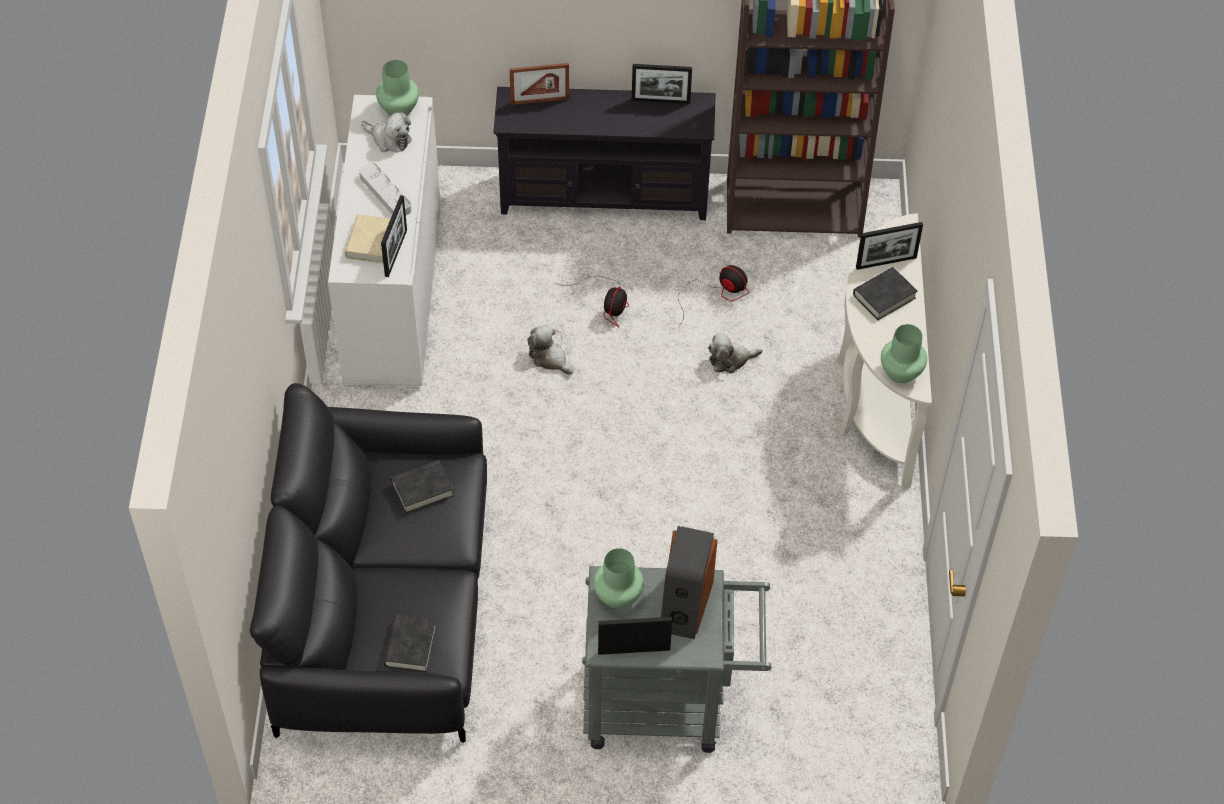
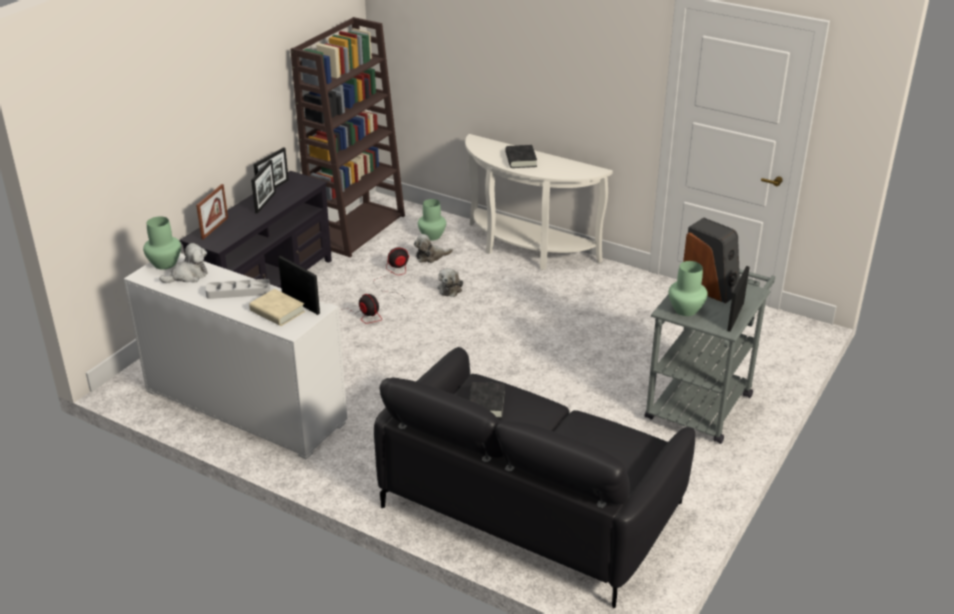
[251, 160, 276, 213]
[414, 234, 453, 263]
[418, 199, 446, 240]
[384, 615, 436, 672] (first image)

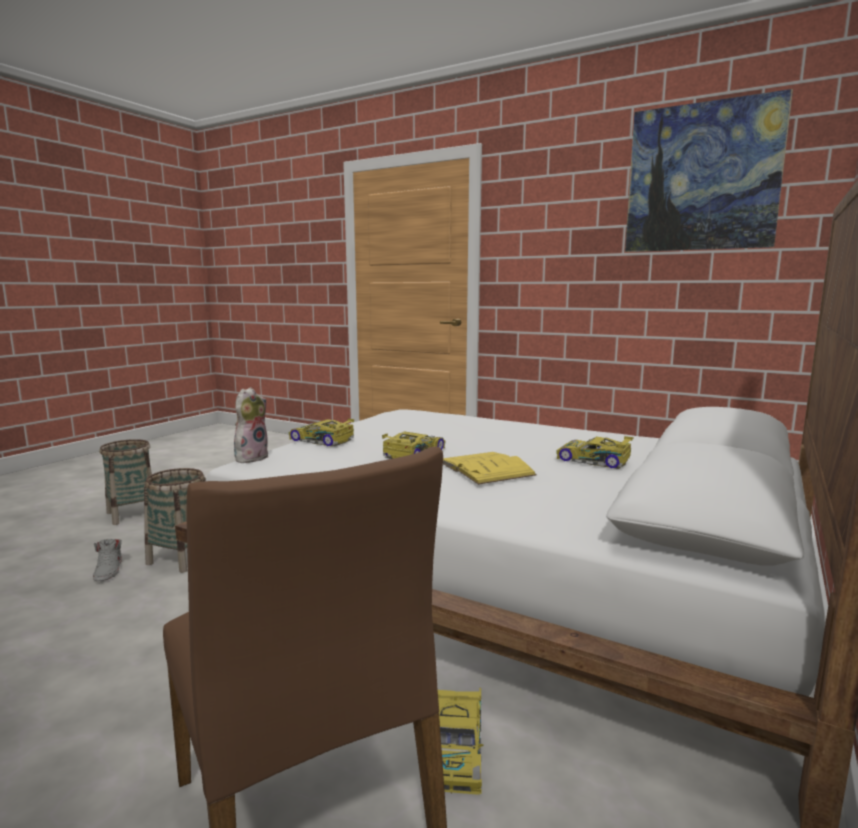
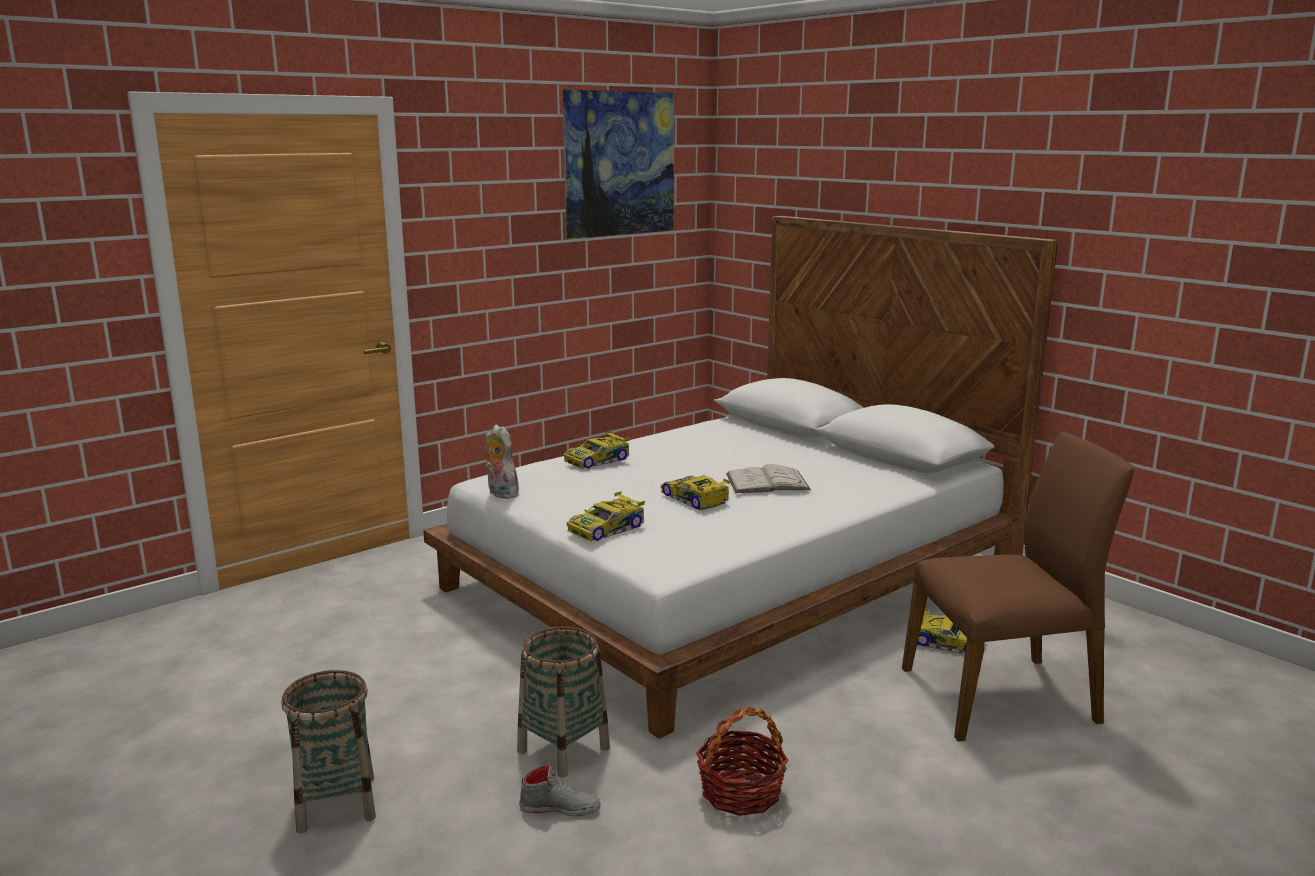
[485, 424, 519, 499]
[563, 431, 630, 469]
[696, 707, 789, 816]
[726, 464, 811, 493]

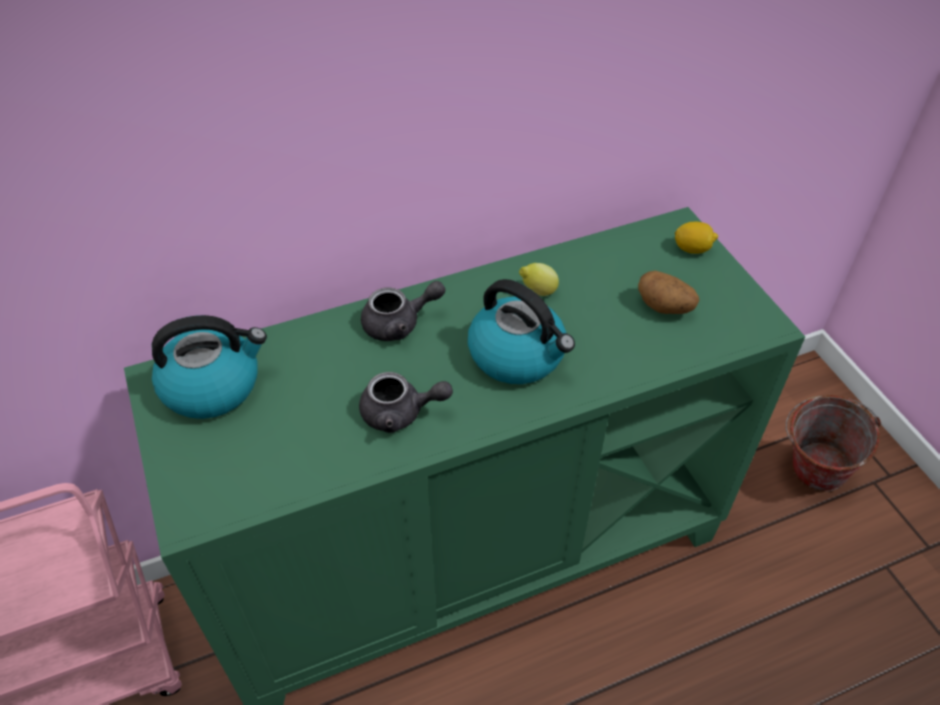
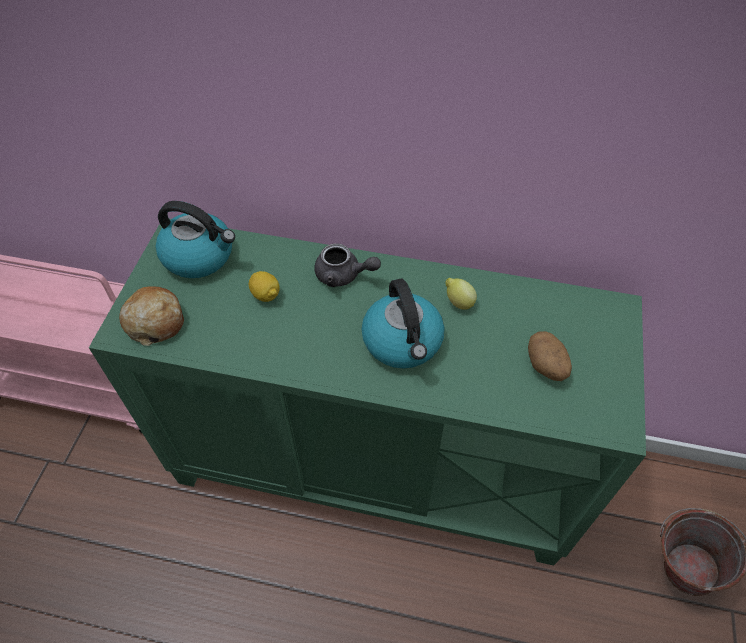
[119, 286, 184, 346]
[249, 271, 280, 302]
[359, 372, 453, 433] (first image)

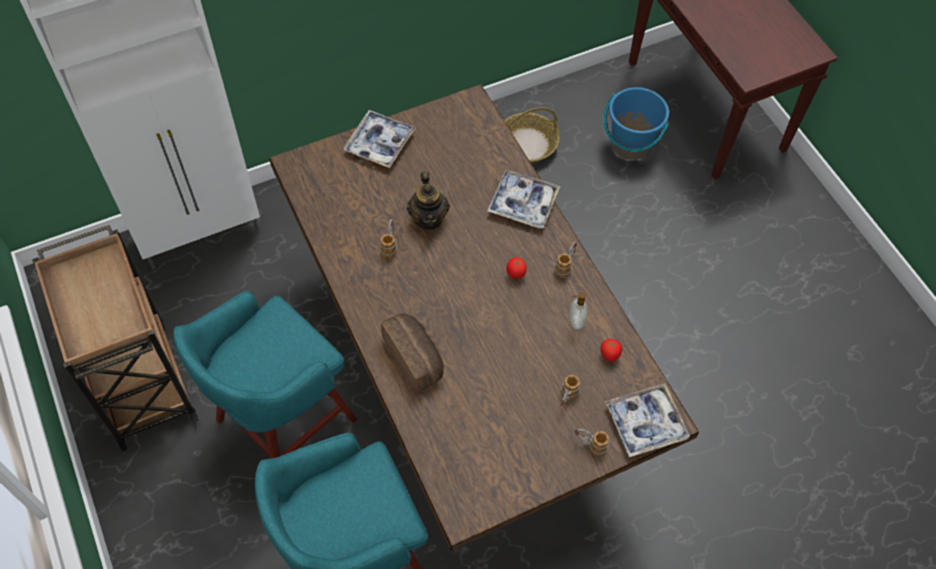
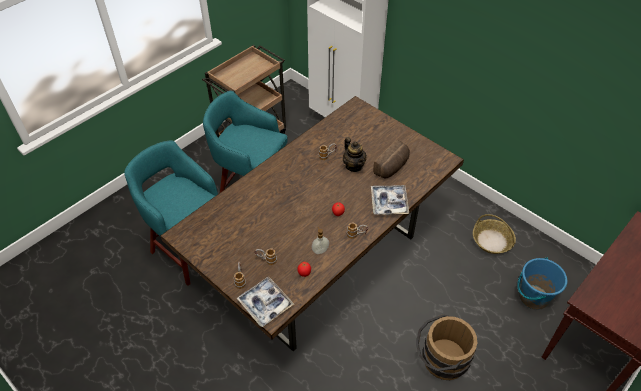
[343, 137, 366, 172]
[373, 140, 410, 178]
[416, 314, 477, 380]
[343, 110, 416, 168] (first image)

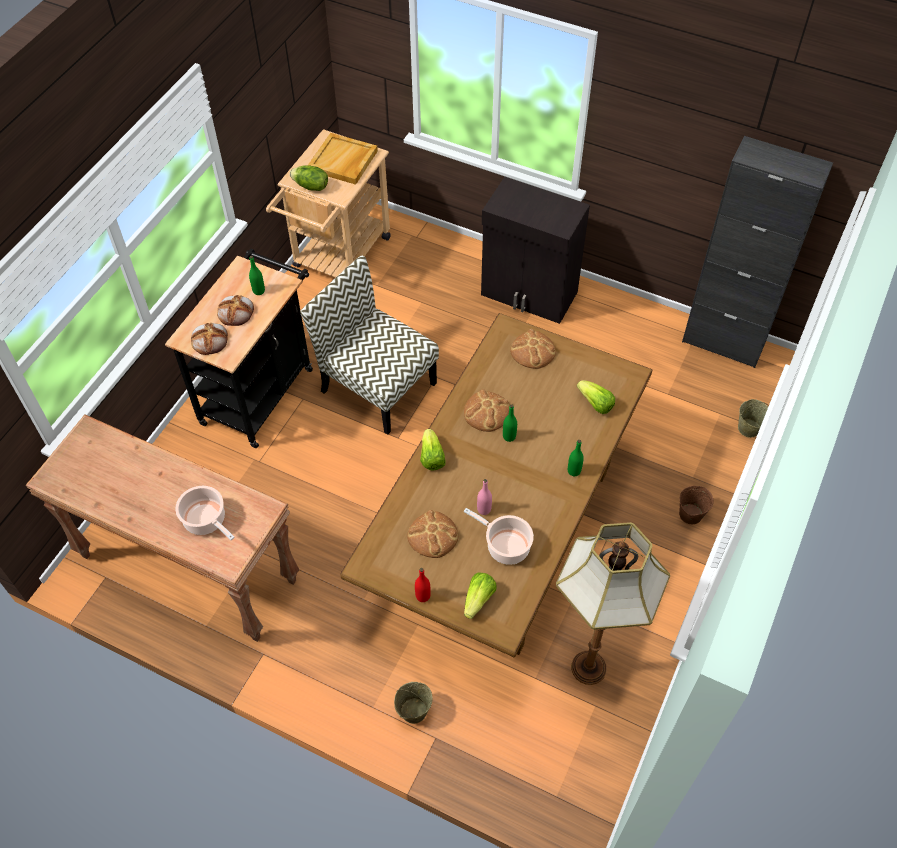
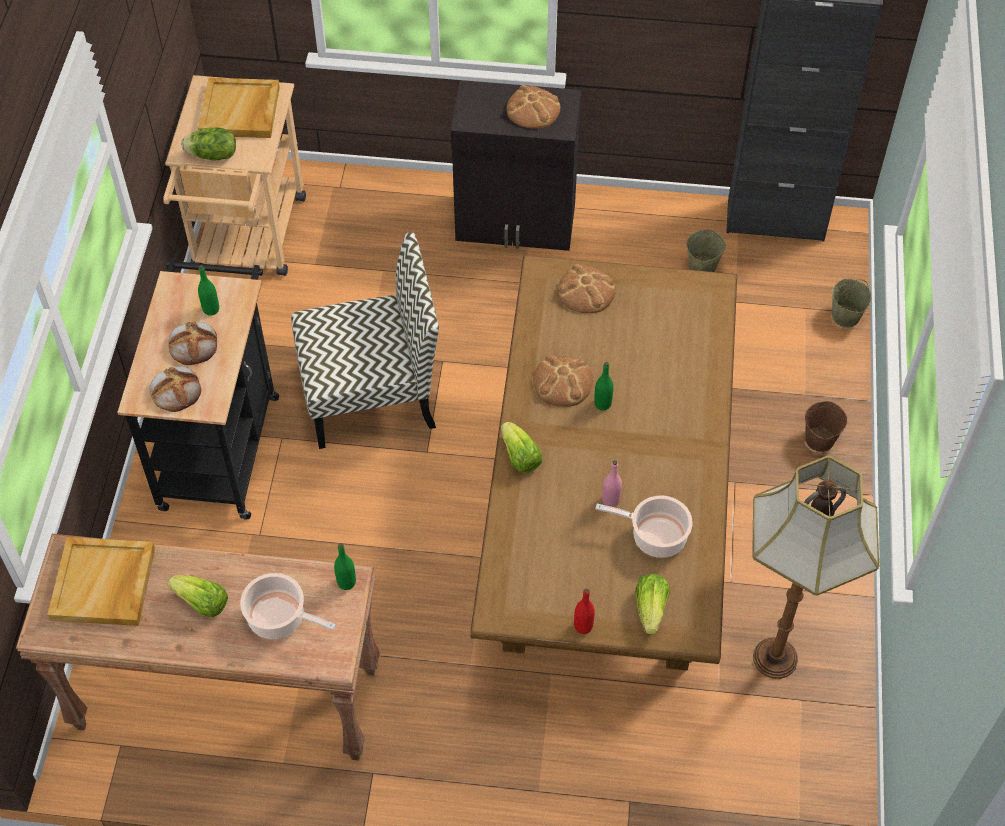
[47, 537, 155, 626]
[167, 575, 228, 617]
[291, 232, 439, 449]
[334, 543, 356, 590]
[507, 85, 560, 128]
[686, 229, 726, 272]

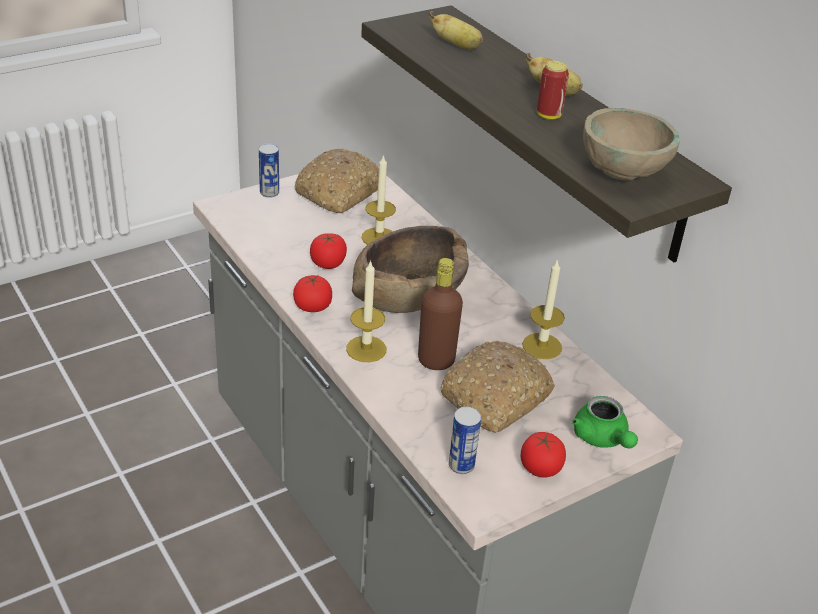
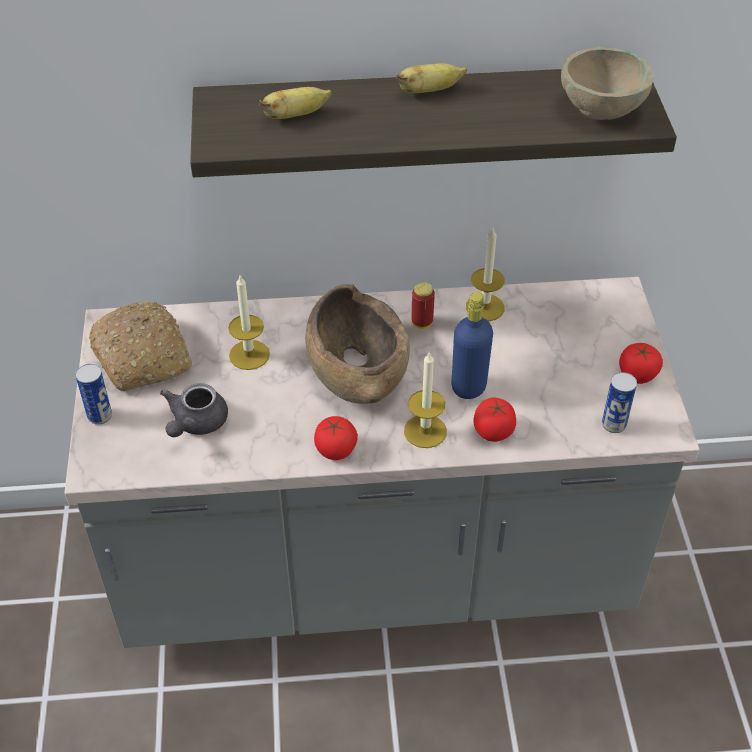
[160, 383, 228, 437]
[411, 282, 435, 329]
[451, 292, 493, 399]
[473, 398, 516, 442]
[441, 340, 555, 433] (first image)
[572, 396, 638, 448] (first image)

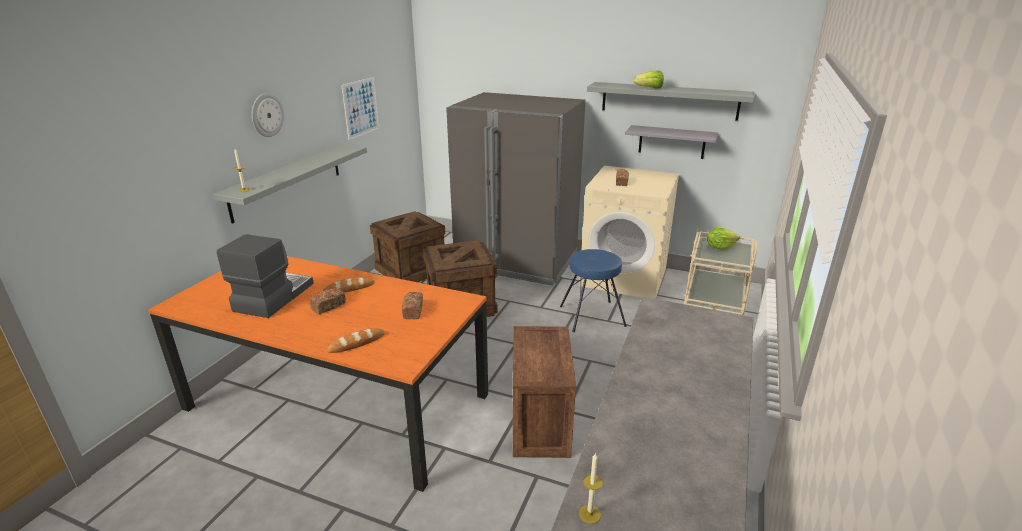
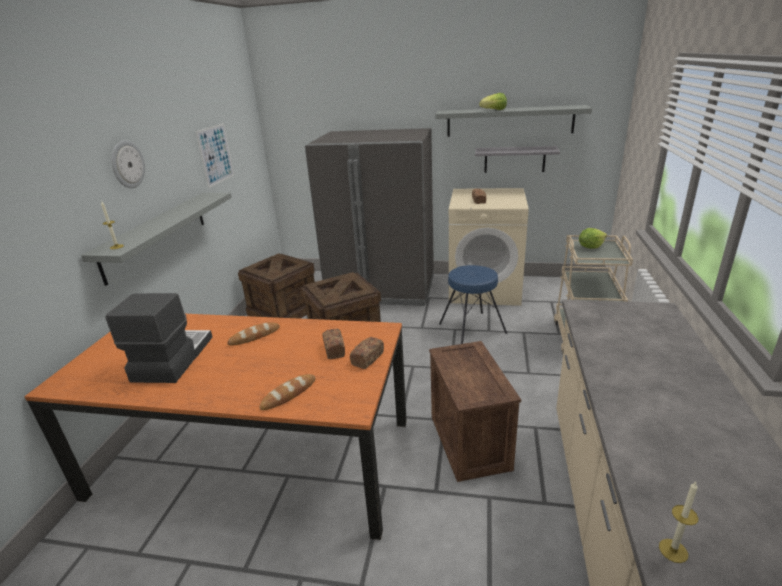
[350, 337, 384, 369]

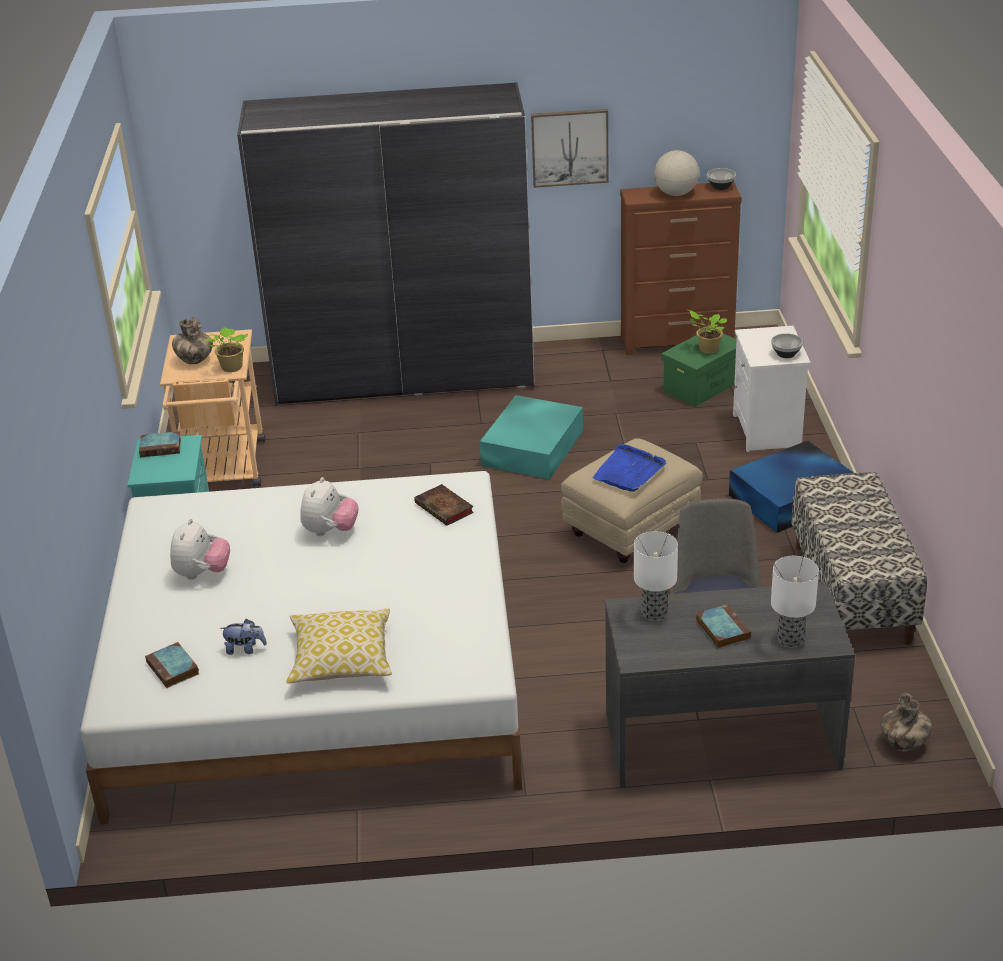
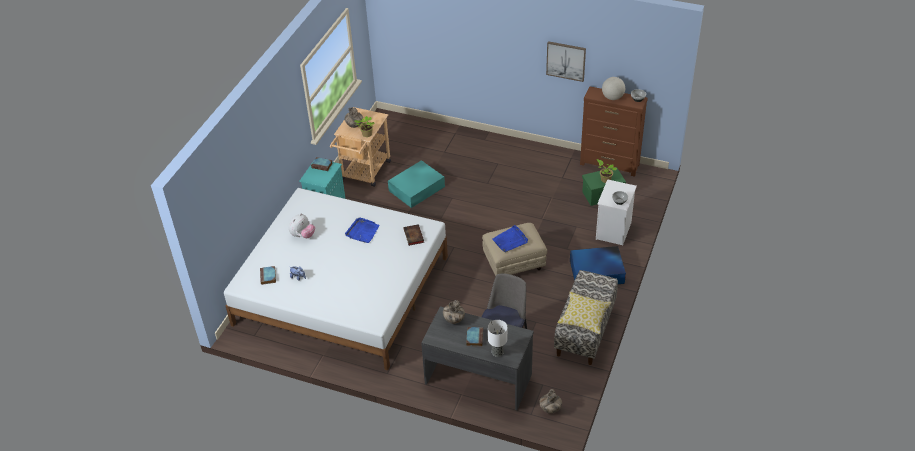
[345, 217, 379, 243]
[388, 160, 445, 208]
[443, 300, 465, 324]
[557, 292, 611, 334]
[237, 82, 535, 405] (first image)

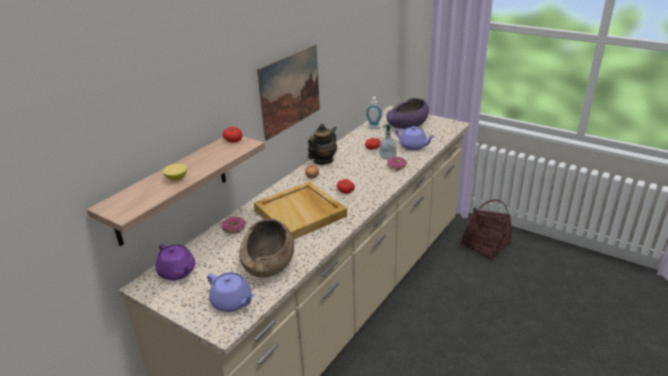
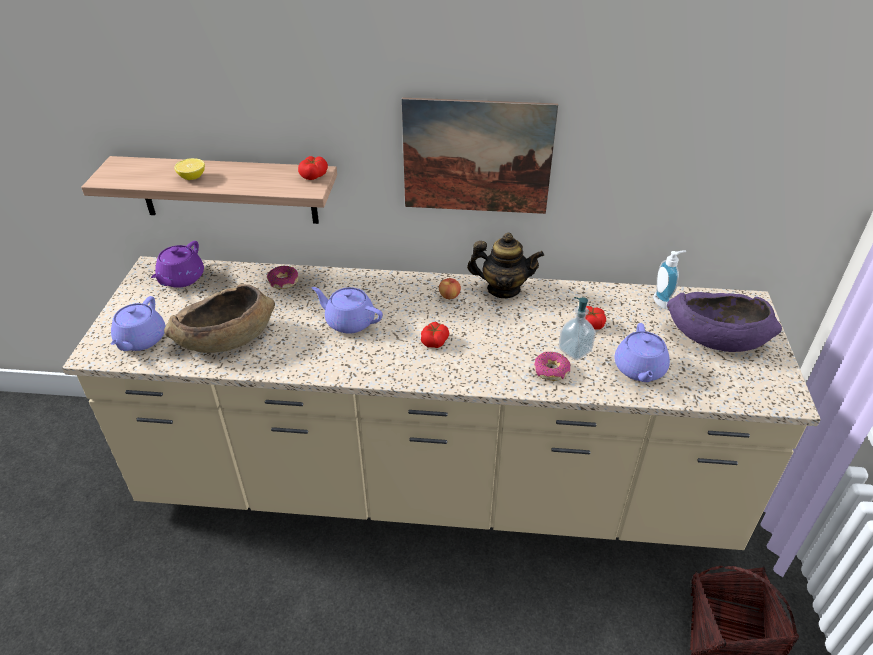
[311, 287, 383, 334]

